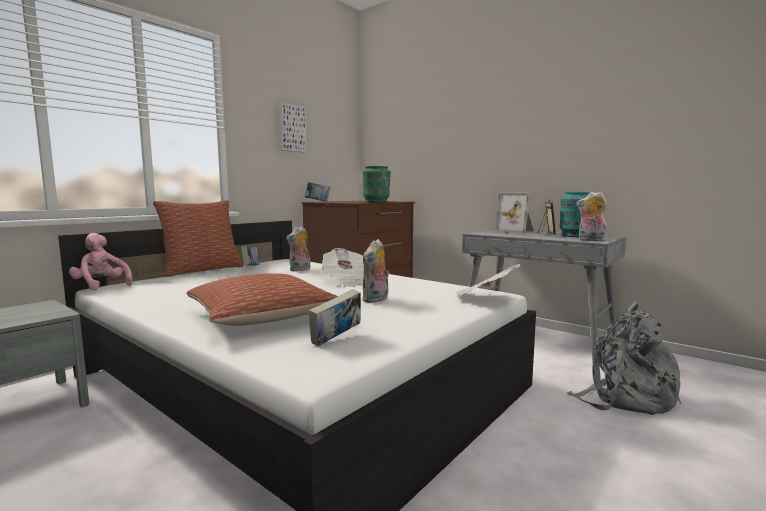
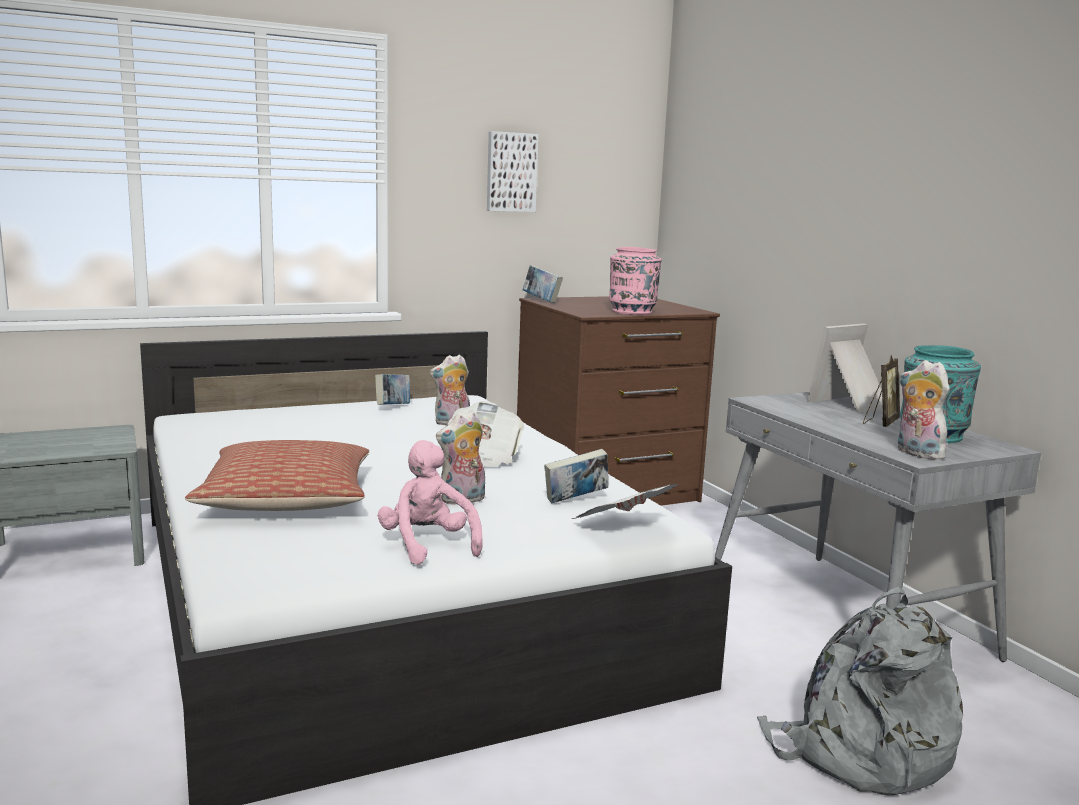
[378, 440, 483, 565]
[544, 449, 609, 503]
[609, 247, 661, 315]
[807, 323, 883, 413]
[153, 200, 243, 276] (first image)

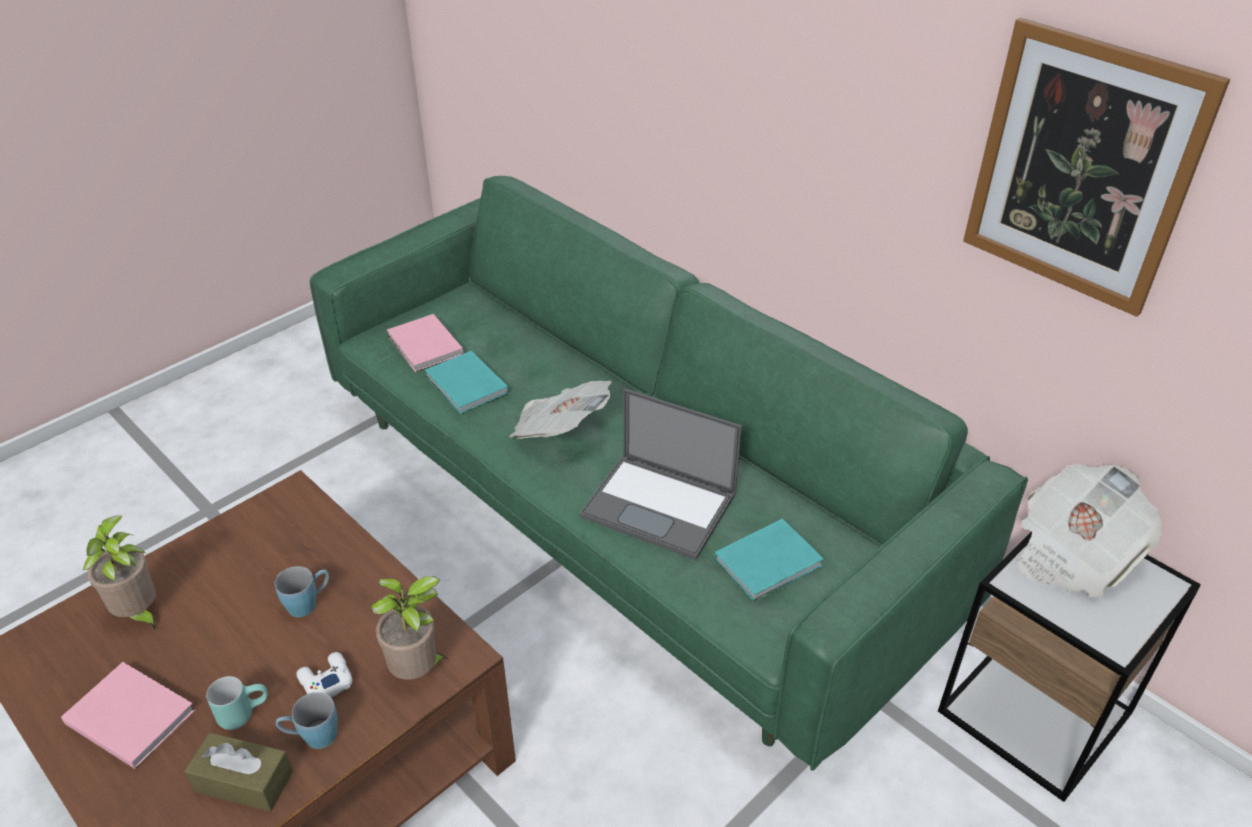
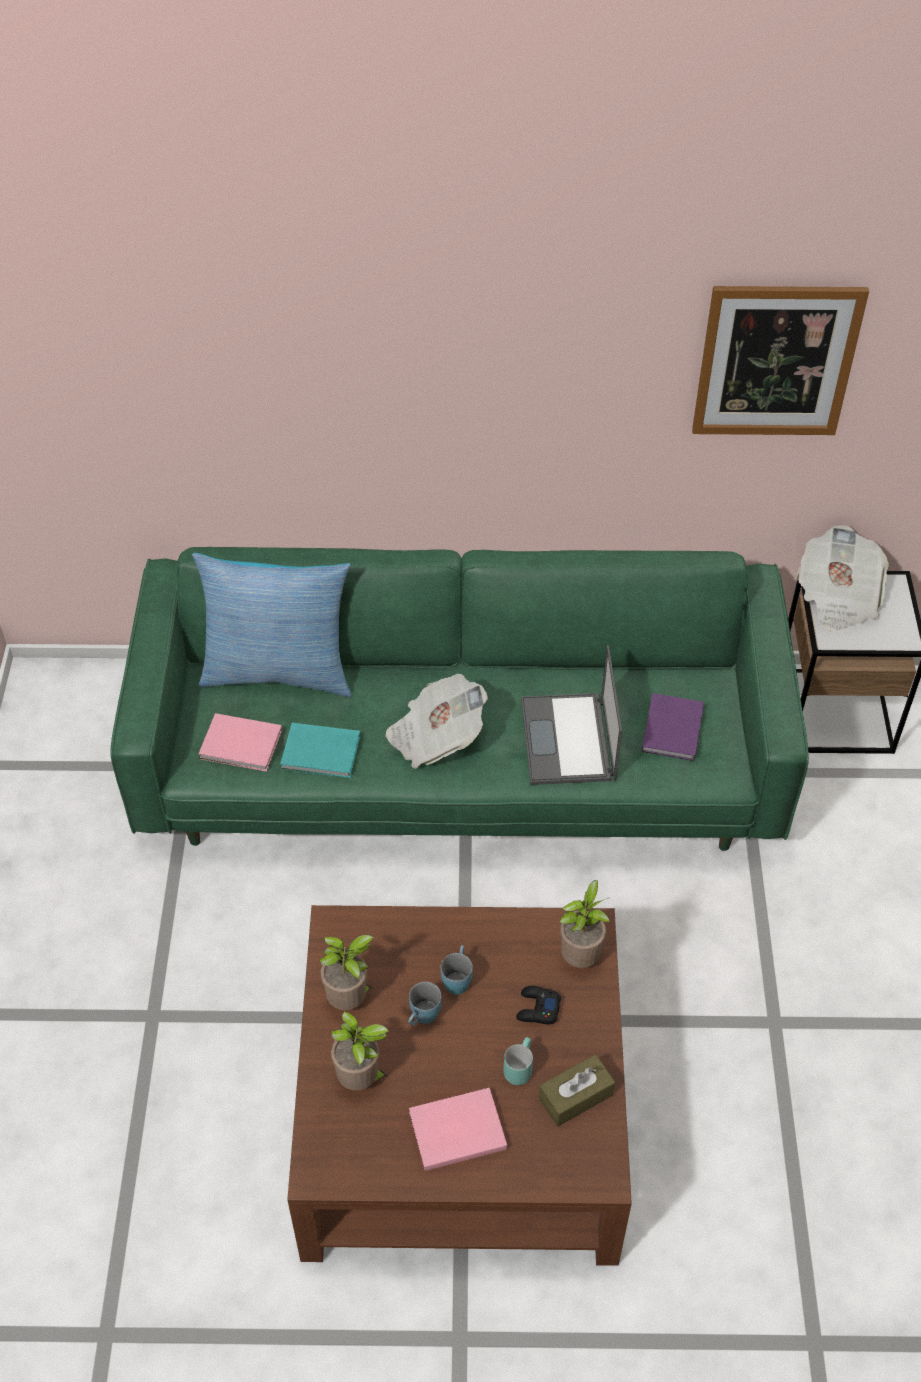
[192, 553, 352, 697]
[319, 935, 374, 1010]
[408, 982, 442, 1026]
[516, 986, 561, 1025]
[521, 645, 622, 785]
[642, 693, 704, 761]

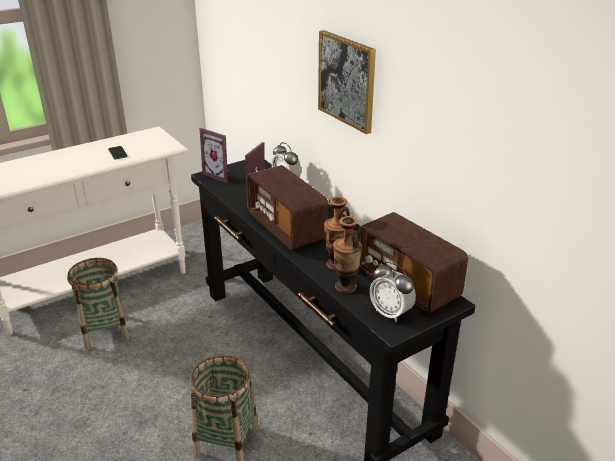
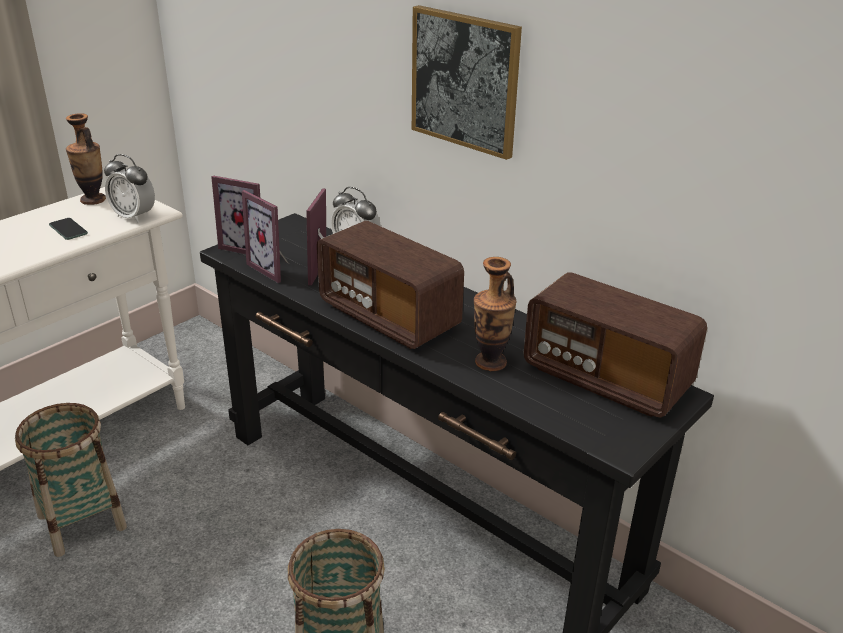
[66, 113, 106, 205]
[104, 154, 155, 223]
[242, 190, 289, 283]

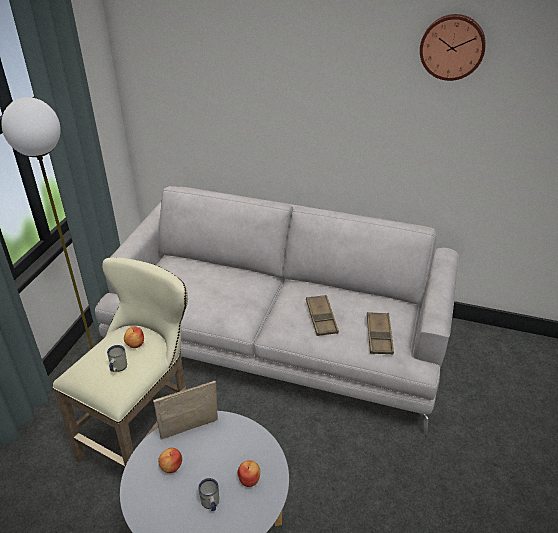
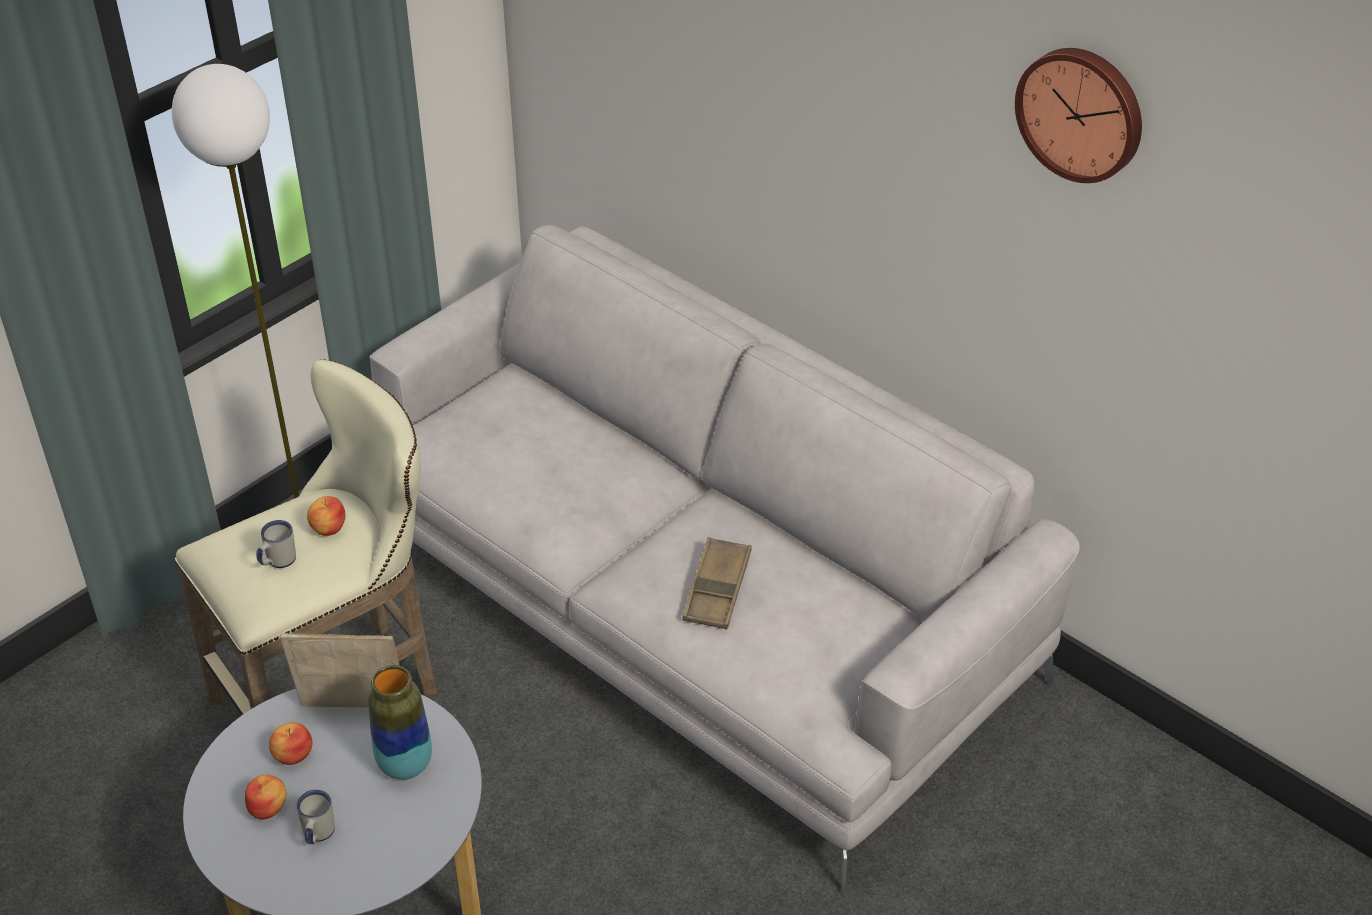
[245, 775, 287, 819]
[368, 665, 432, 780]
[367, 312, 394, 355] (first image)

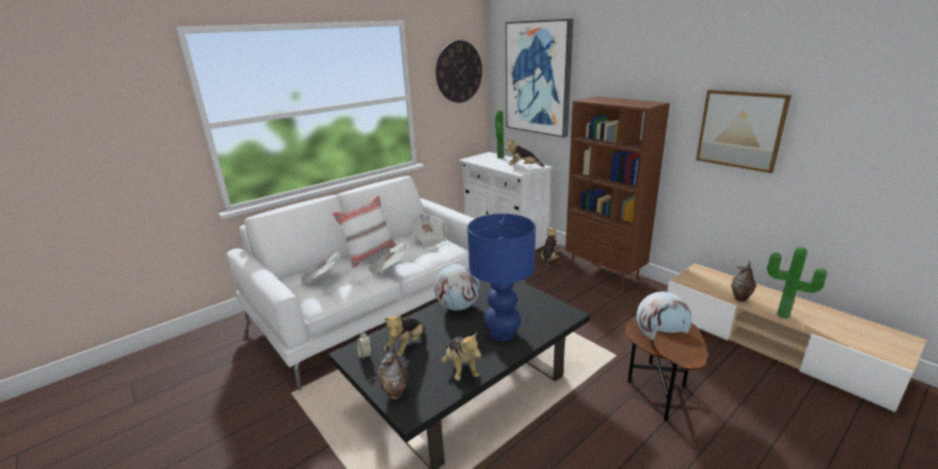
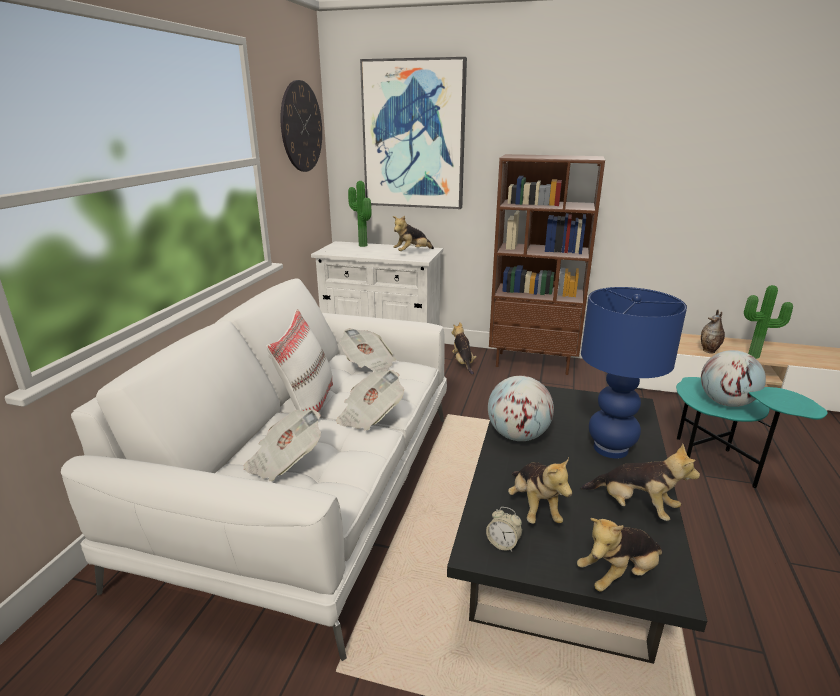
[577, 518, 663, 592]
[676, 377, 828, 488]
[696, 90, 791, 173] (first image)

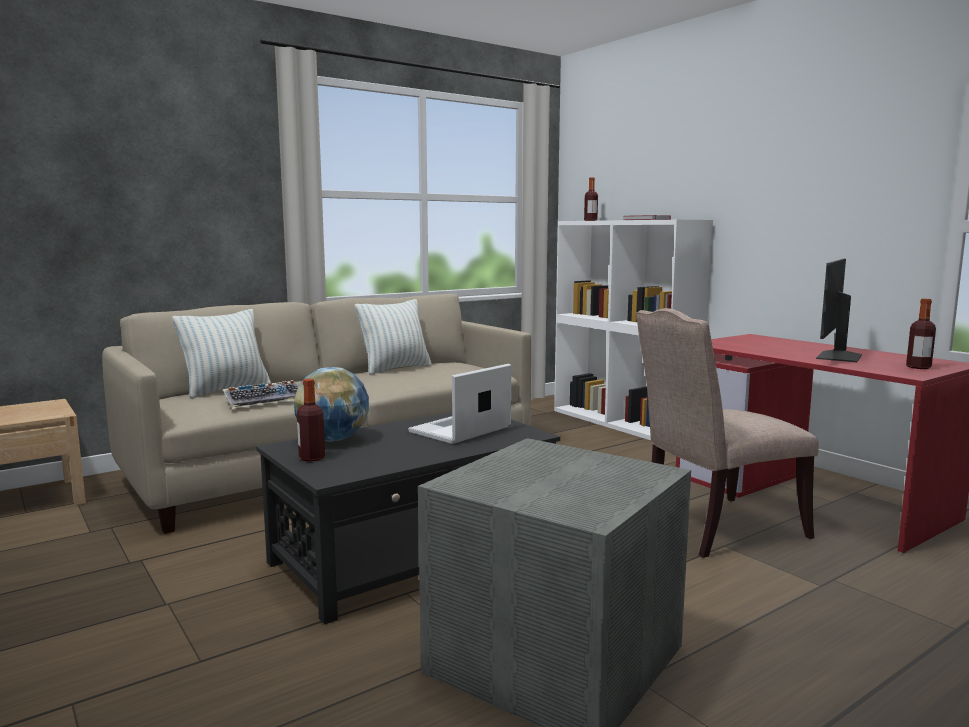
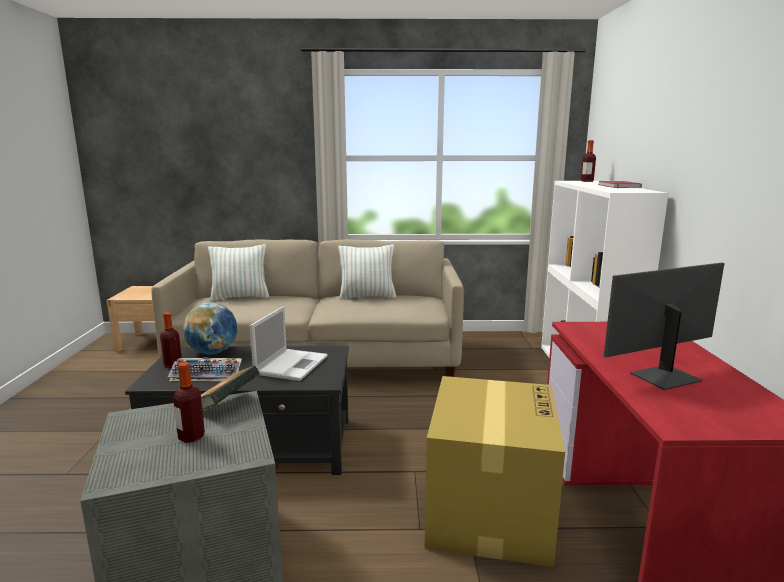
[168, 358, 242, 381]
[173, 362, 205, 443]
[201, 365, 260, 410]
[250, 306, 328, 381]
[424, 376, 565, 567]

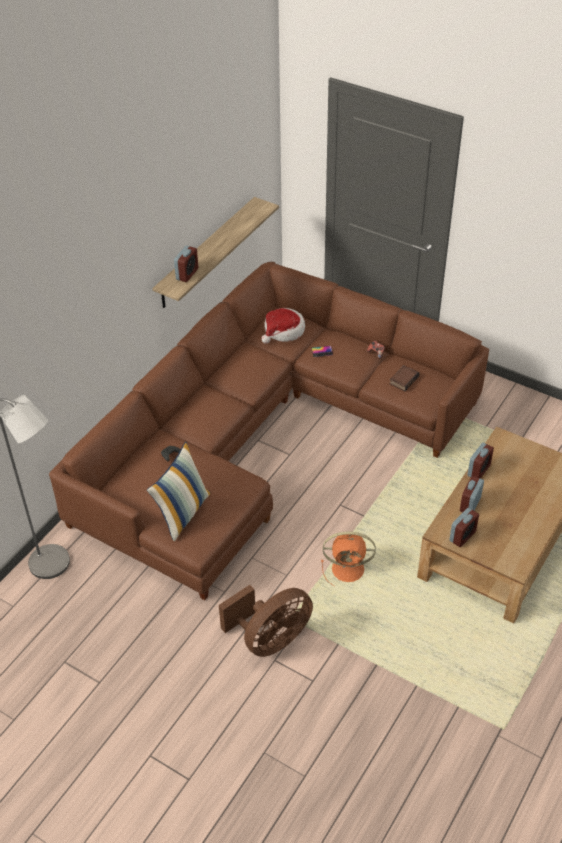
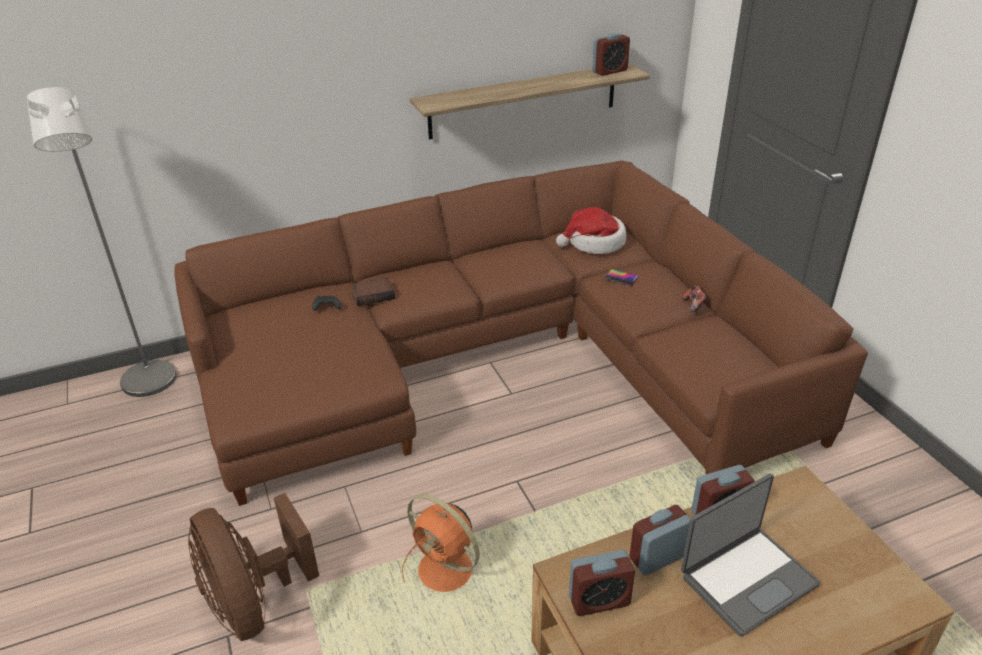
[188, 493, 319, 641]
[351, 277, 395, 306]
[592, 33, 630, 76]
[681, 474, 820, 636]
[147, 442, 211, 541] (first image)

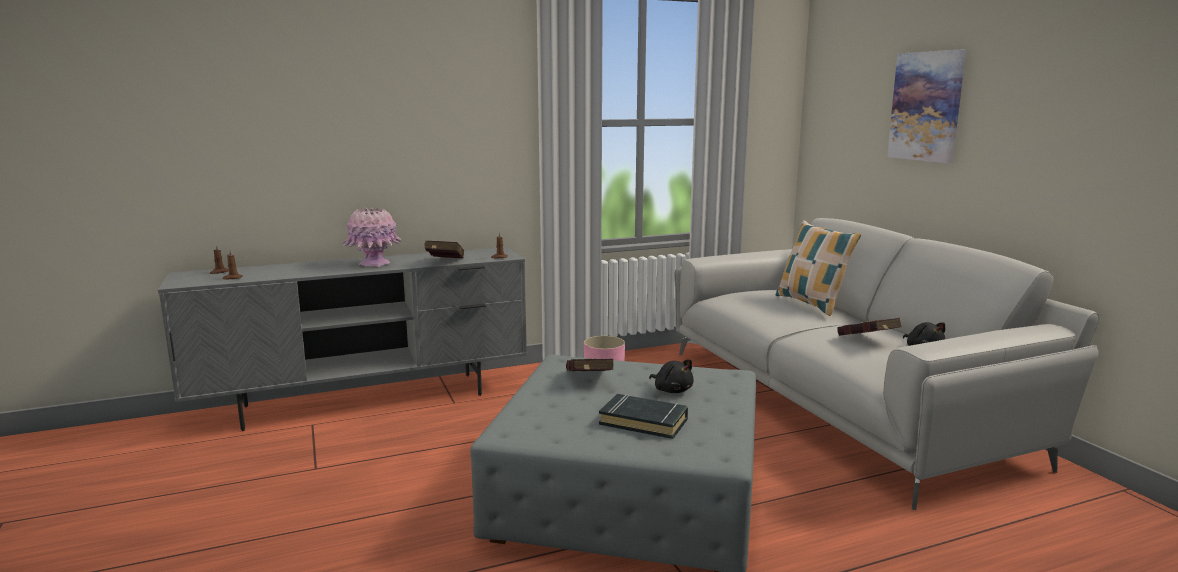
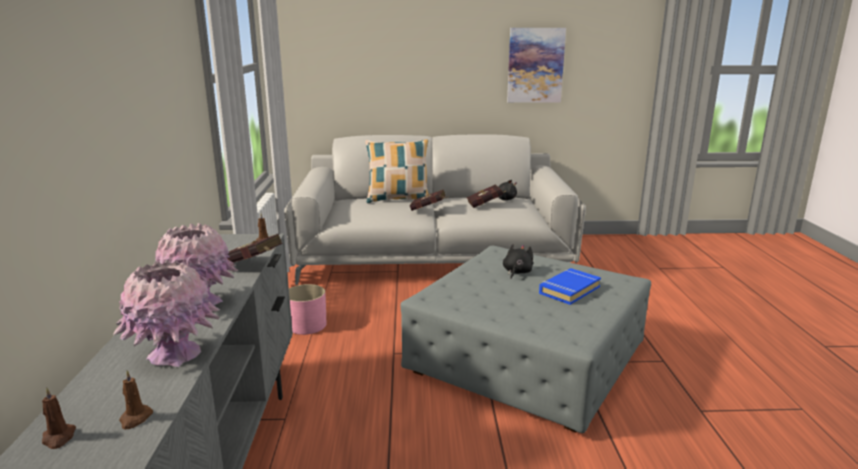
[113, 260, 220, 367]
[410, 189, 447, 211]
[503, 244, 533, 279]
[507, 28, 566, 103]
[539, 268, 601, 305]

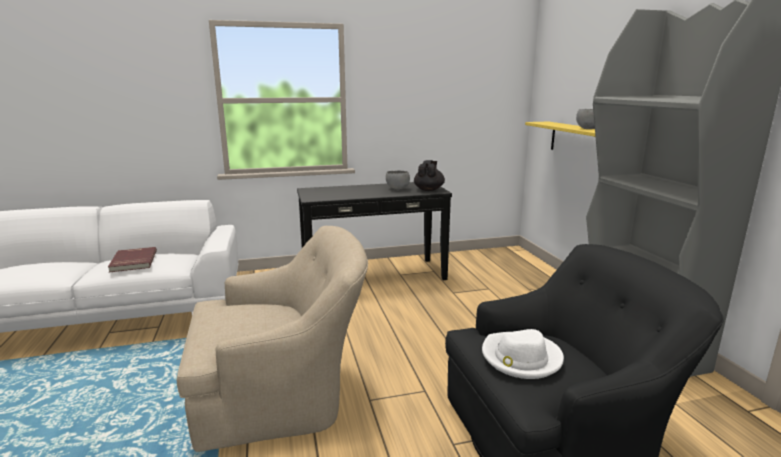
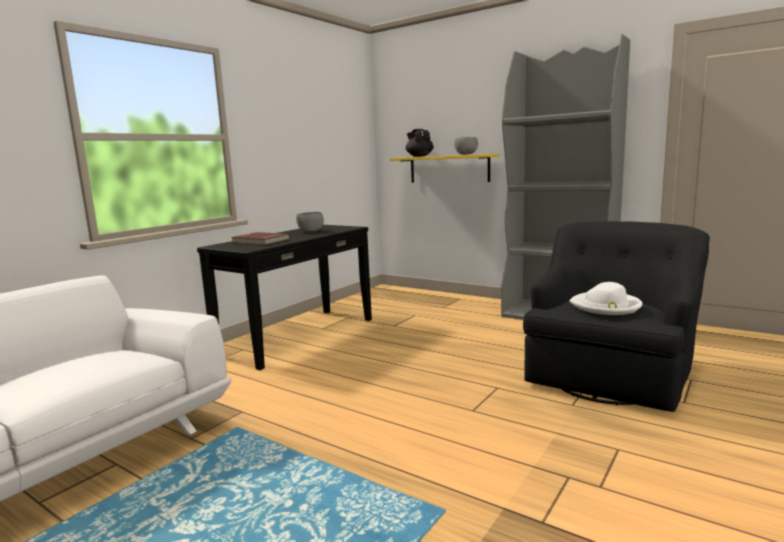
[231, 232, 290, 245]
[406, 129, 434, 157]
[177, 226, 368, 452] (first image)

